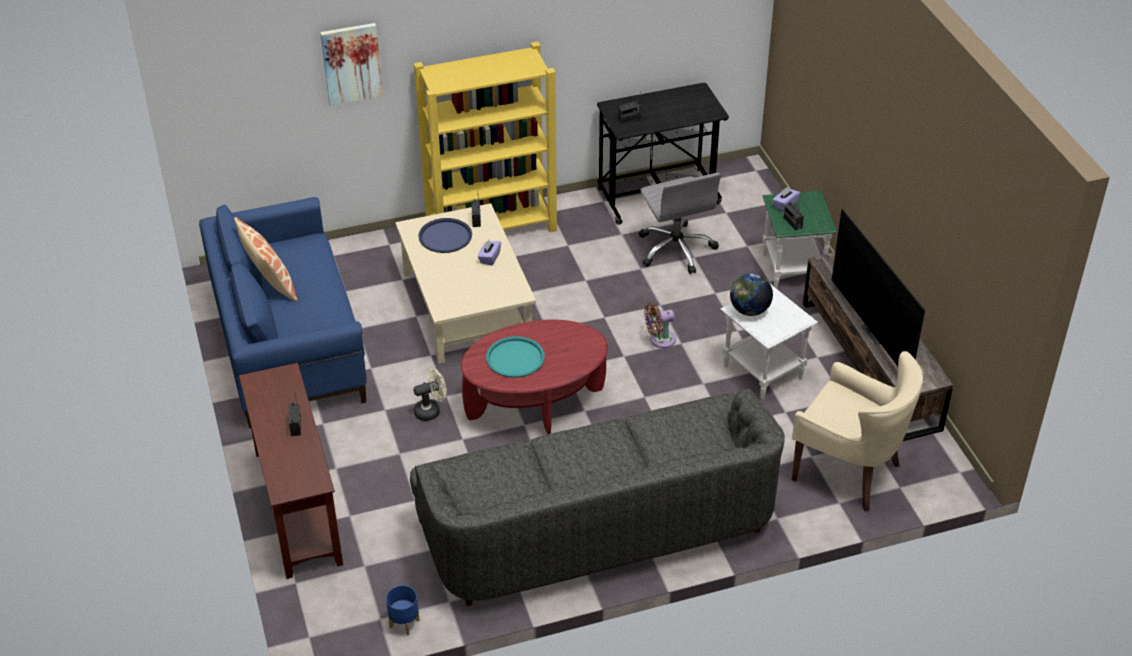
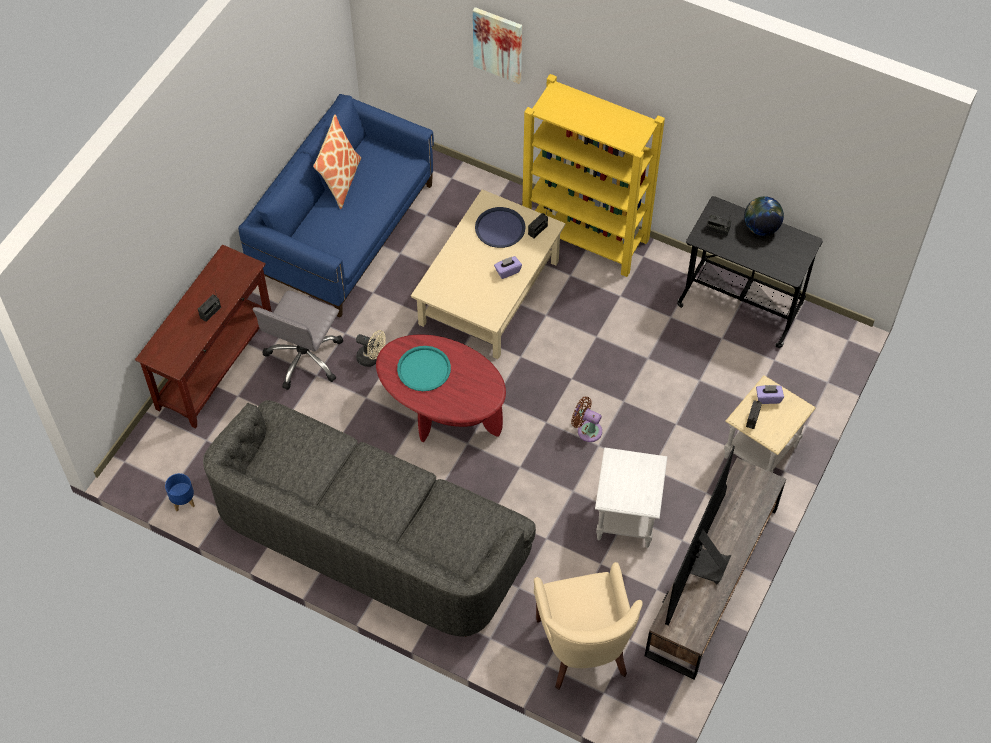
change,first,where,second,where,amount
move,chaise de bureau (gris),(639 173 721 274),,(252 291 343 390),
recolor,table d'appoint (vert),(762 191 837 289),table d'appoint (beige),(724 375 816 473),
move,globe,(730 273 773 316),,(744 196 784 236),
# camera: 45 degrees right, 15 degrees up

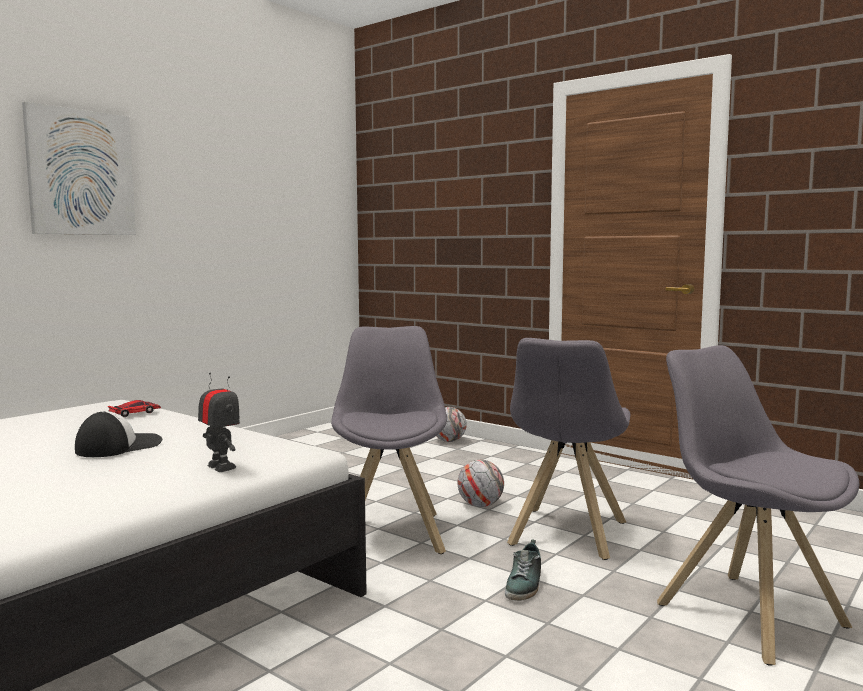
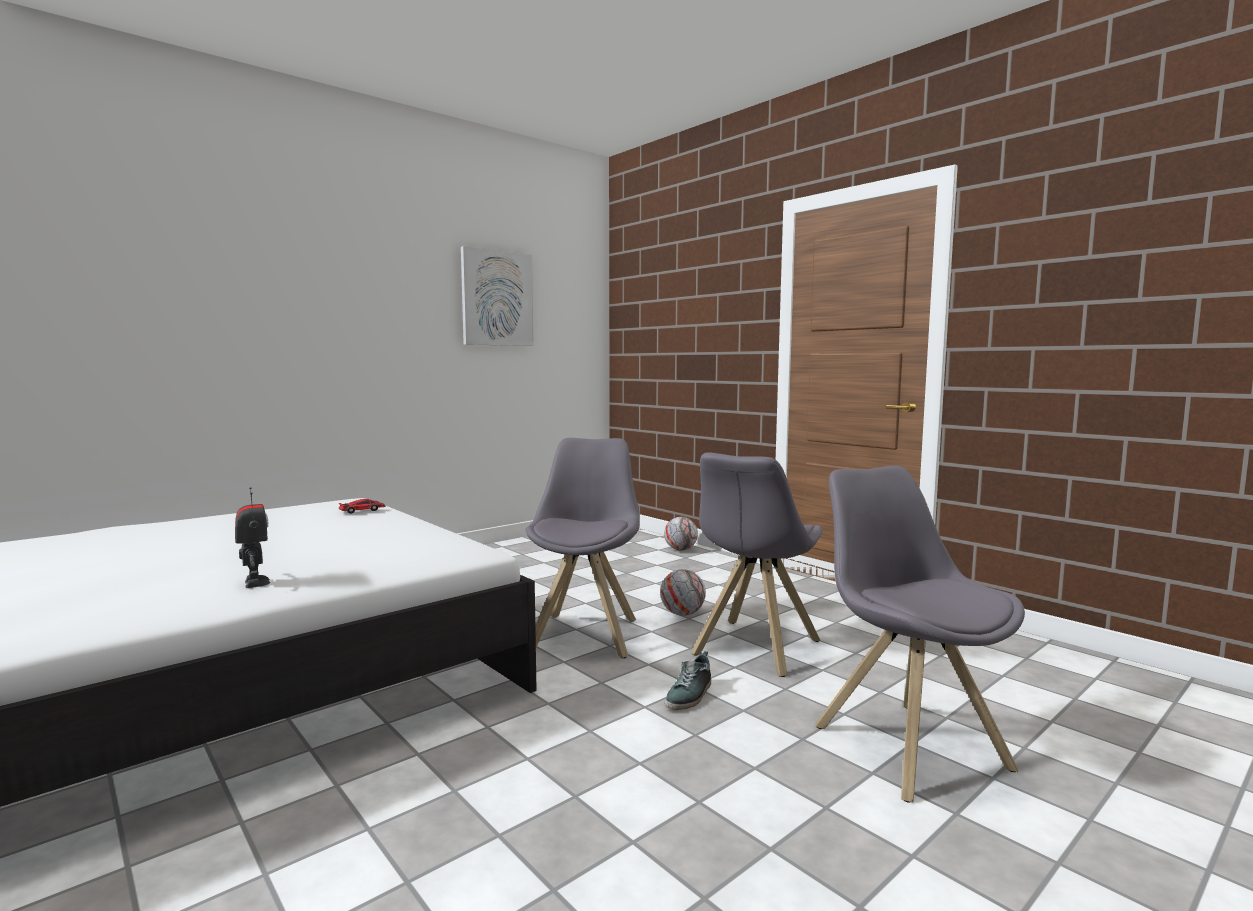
change,first,where,second,where,amount
move,tableau,(22 102 136 235),,(461 246 534 346),
move,robot jouet,(198 372 240 472),,(235 487 271 588),
delete,casquette,(75 411 162 457),,,
# camera: 10 degrees right, 0 degrees up

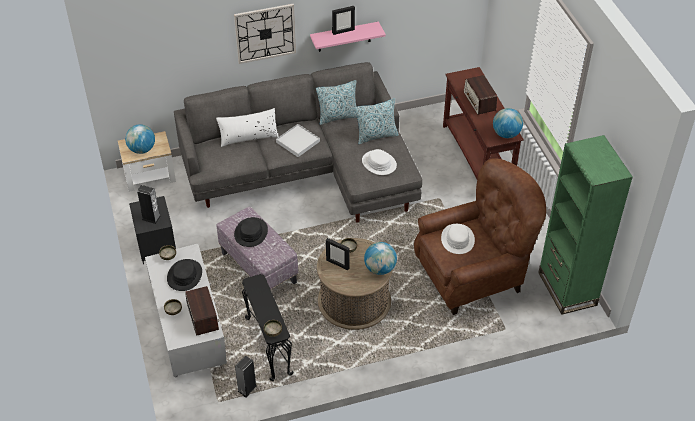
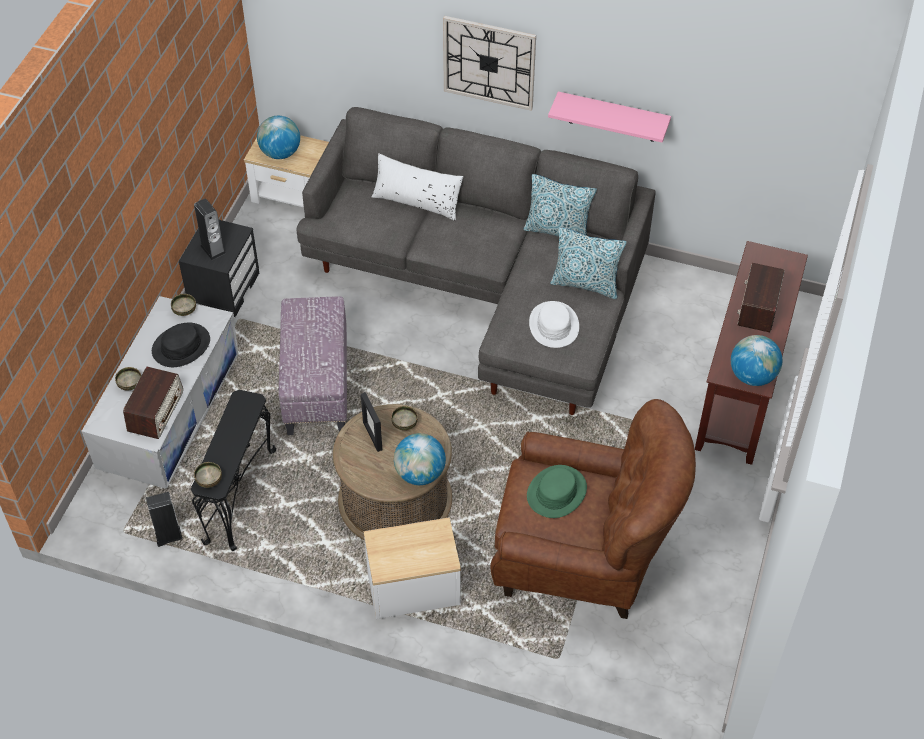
change,first,where,second,where,amount
delete,cadre photo,(332 6 355 35),,,
delete,plateau (blanc),(276 124 320 157),,,
delete,bibliothèque (vert),(538 135 633 315),,,
delete,chapeau (noir),(234 217 268 247),,,
recolor,chapeau (blanc),(441 224 475 254),chapeau (vert),(527 465 587 518),
insert,,,table d'appoint,(364 517 461 619),
# camera: 35 degrees right, 5 degrees up

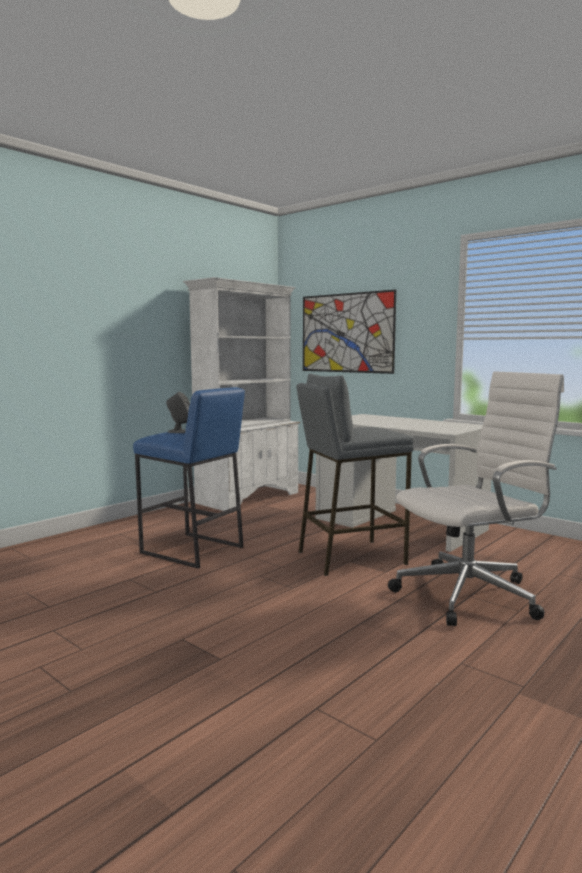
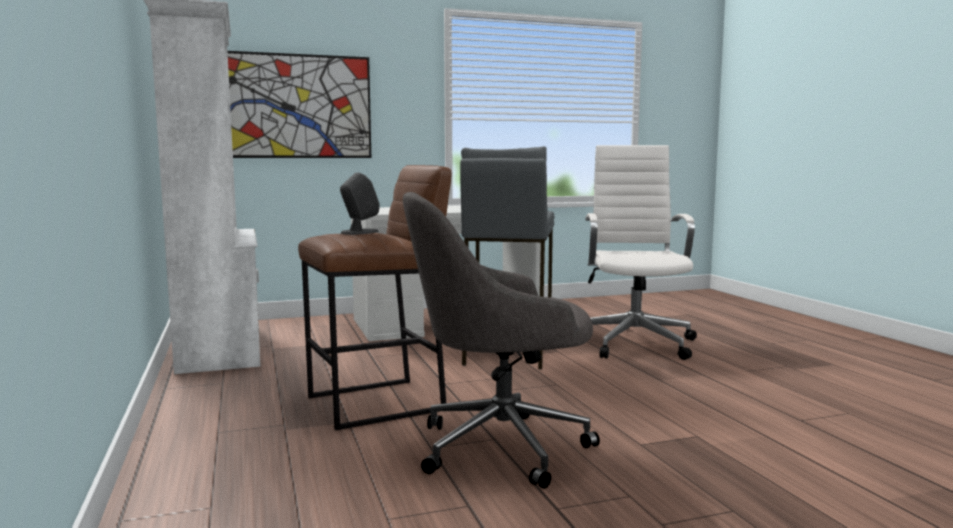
change,first,where,second,where,amount
recolor,tabouret (bleu),(133 387 245 569),tabouret (marron),(298 165 452 430),
insert,,,chaise de bureau (gris),(403 192 600 489),
# camera: 60 degrees left, 0 degrees up

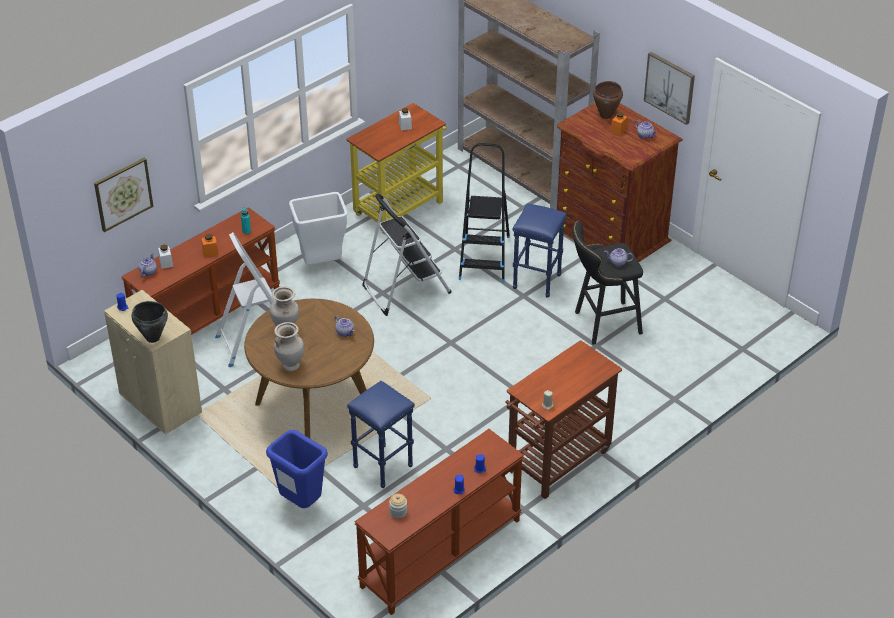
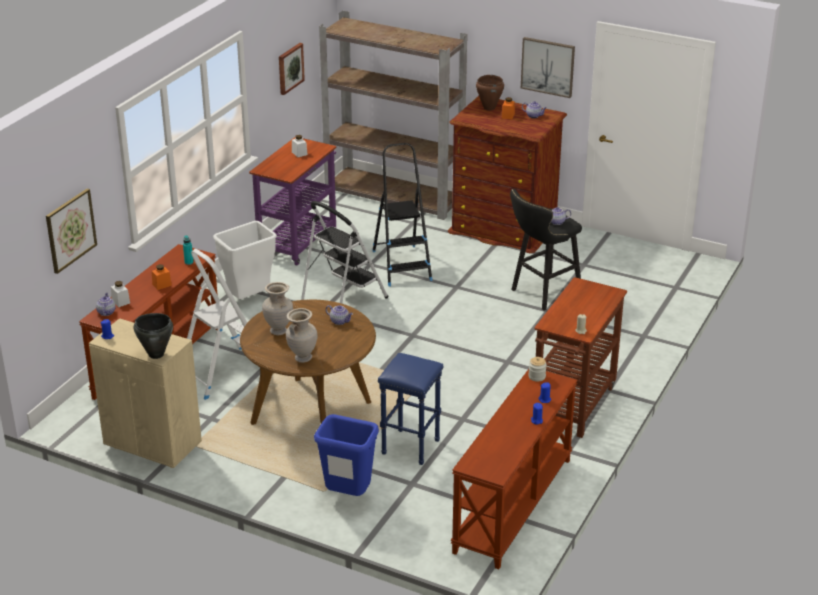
change,first,where,second,where,amount
recolor,chariot (jaune),(346 103 447 234),chariot (violet),(249 137 336 265),
delete,tabouret (bleu),(513 203 567 298),,,
move,bocal,(389 494 407 519),,(528 357 547 381),
insert,,,tableau,(279 43 305 95),
# camera: 20 degrees left, 10 degrees down

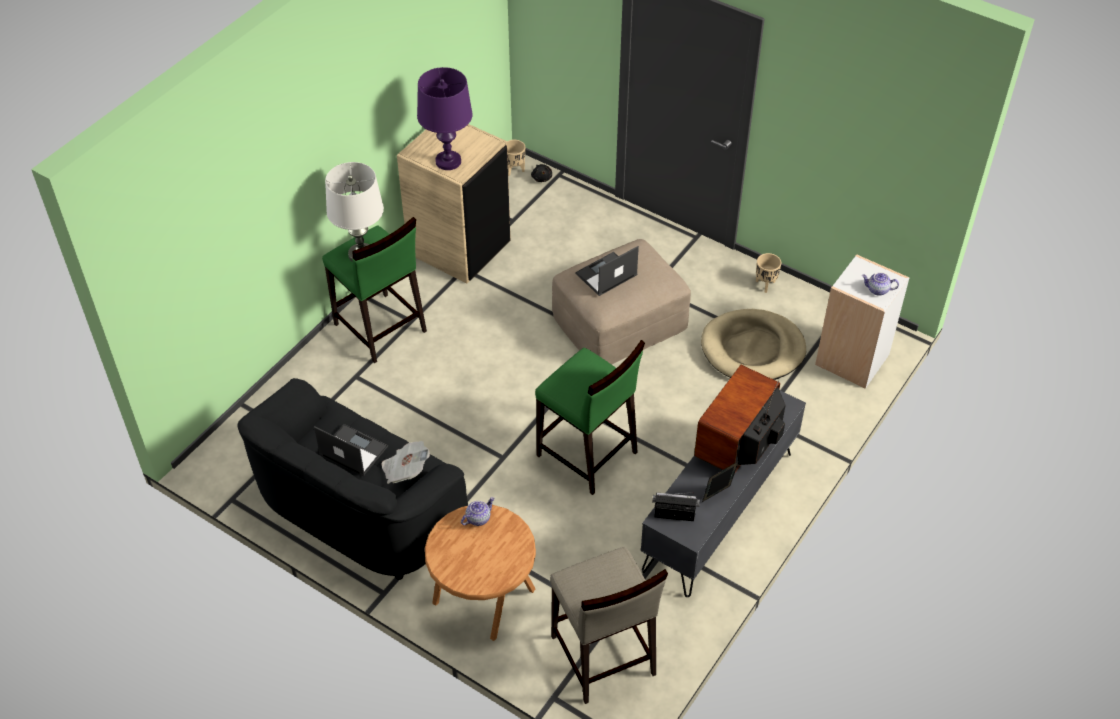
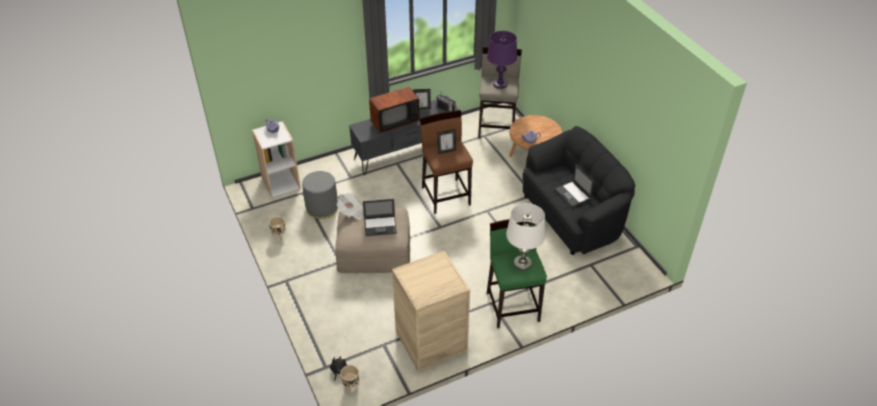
change,first,where,second,where,amount
move,lampe de table (violet),(417 67 473 170),,(487 31 517 89),
replace,panier pour chien (beige),(701 309 806 380),pouf (gris),(302 171 338 219),
recolor,tabouret (vert),(535 340 645 495),tabouret (marron),(420 110 473 214),
move,journal,(381 441 430 484),,(337 193 363 219),
insert,,,cadre photo,(437 129 456 154),
# camera: 150 degrees left, 5 degrees down

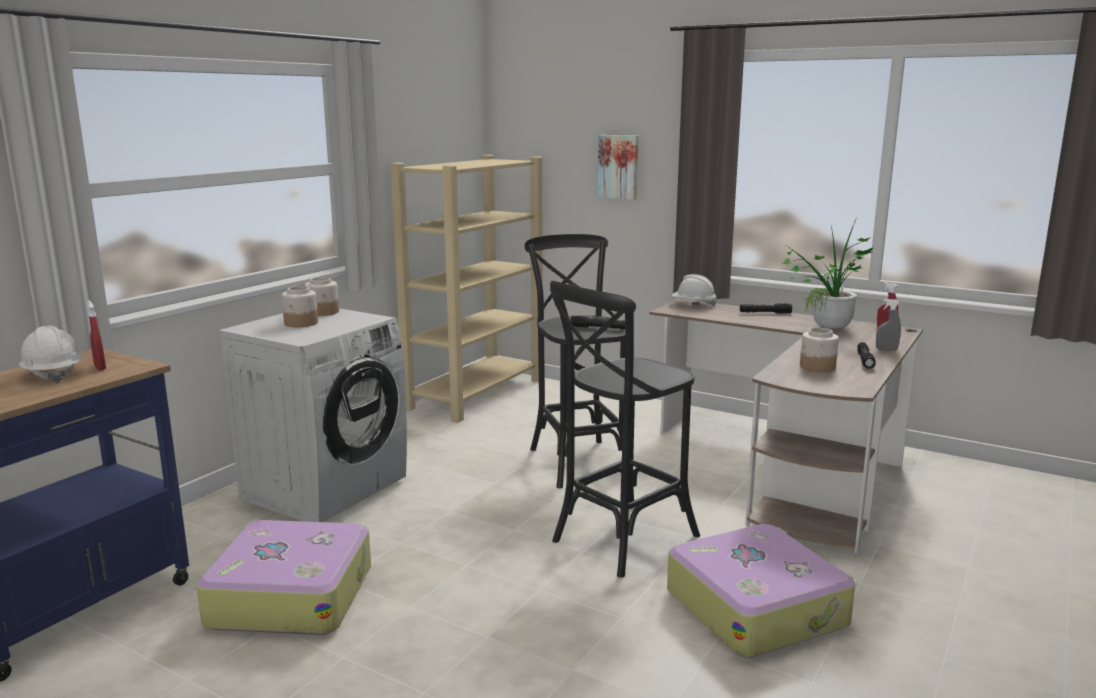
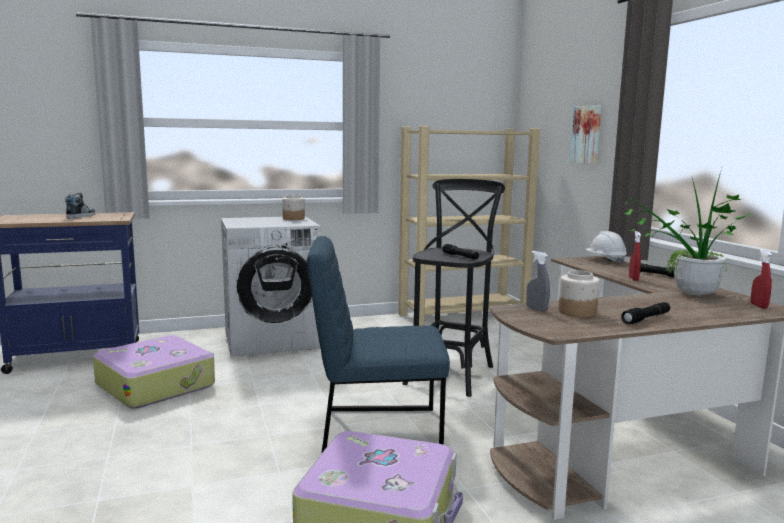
change,first,where,second,where,amount
replace,tabouret (noir),(550 281 700 578),chaise (bleu),(307 236 450 452),
delete,bocal,(282 286 318 327),,,
move,vaporisateur (gris),(876 299 901 351),,(526 251 550 312),
move,vaporisateur (rouge),(87 301 106 370),,(629 231 641 281),
replace,casque de chantier (blanc),(19 326 83 383),chaussure,(65 193 95 219),
# camera: 40 degrees right, 5 degrees down

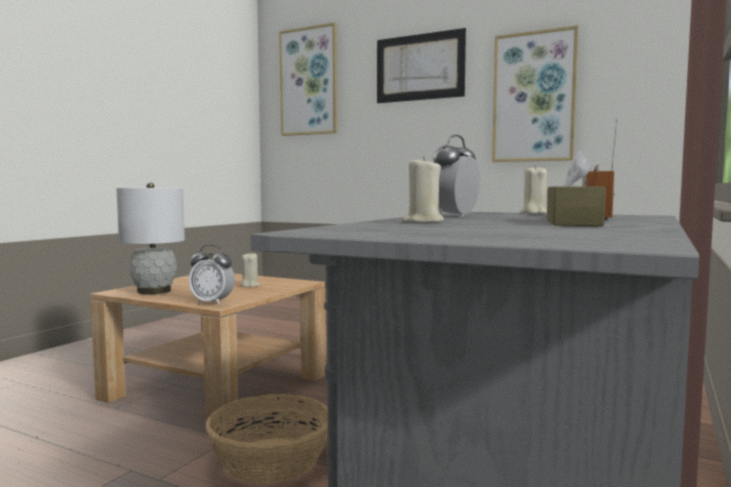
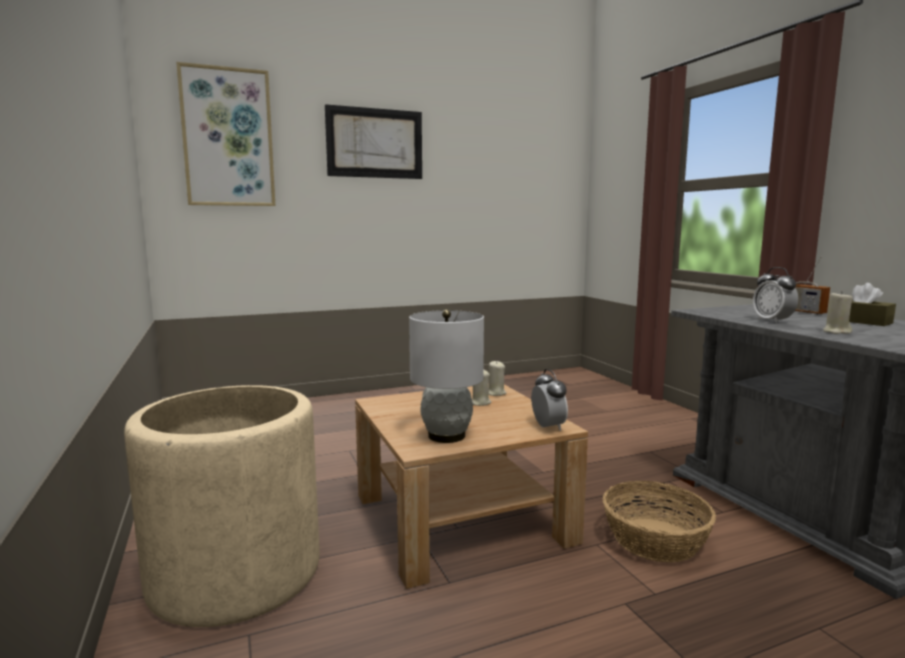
change,first,where,second,where,amount
delete,tableau,(492 25 579 162),,,
move,bougie (beige),(520 165 547 214),,(489 361 507 396),
rotate,réveil,(189 245 235 305),,(531 369 568 431),75 degrees counterclockwise
insert,,,cache-pot (beige),(124 385 320 627),
# camera: 50 degrees left, 5 degrees up

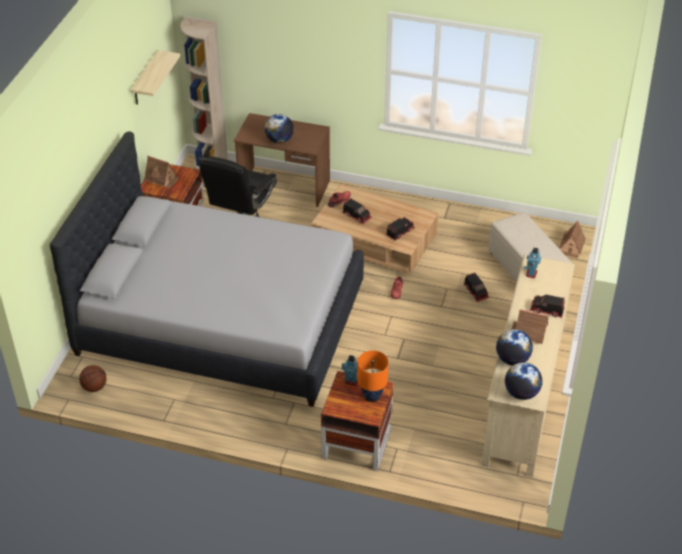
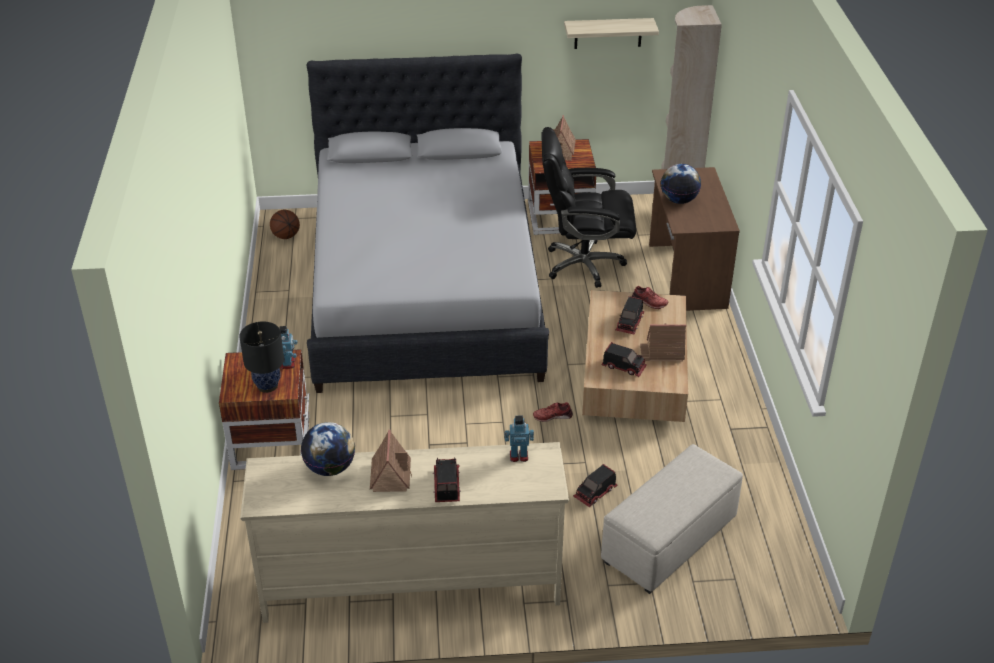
change,first,where,second,where,amount
move,maison miniature,(559 220 585 258),,(640 323 686 362),
recolor,lampe de table (orange),(357 351 389 402),lampe de table (noir),(239 321 284 393),
delete,globe,(505 362 542 400),,,
# camera: 70 degrees right, 5 degrees down

